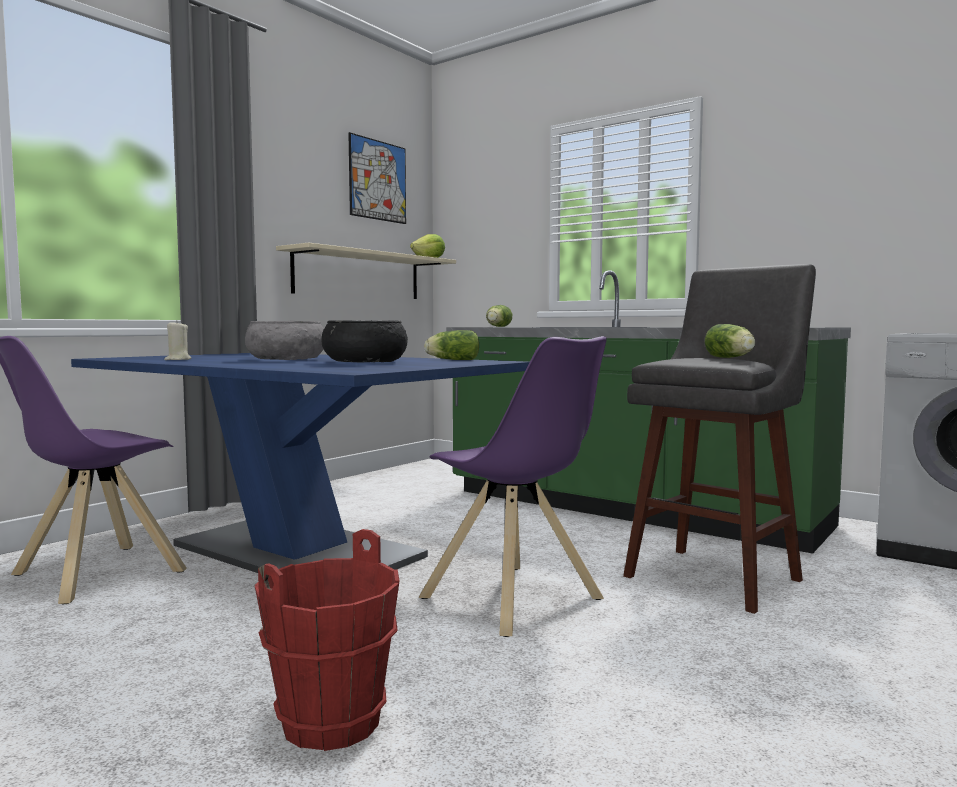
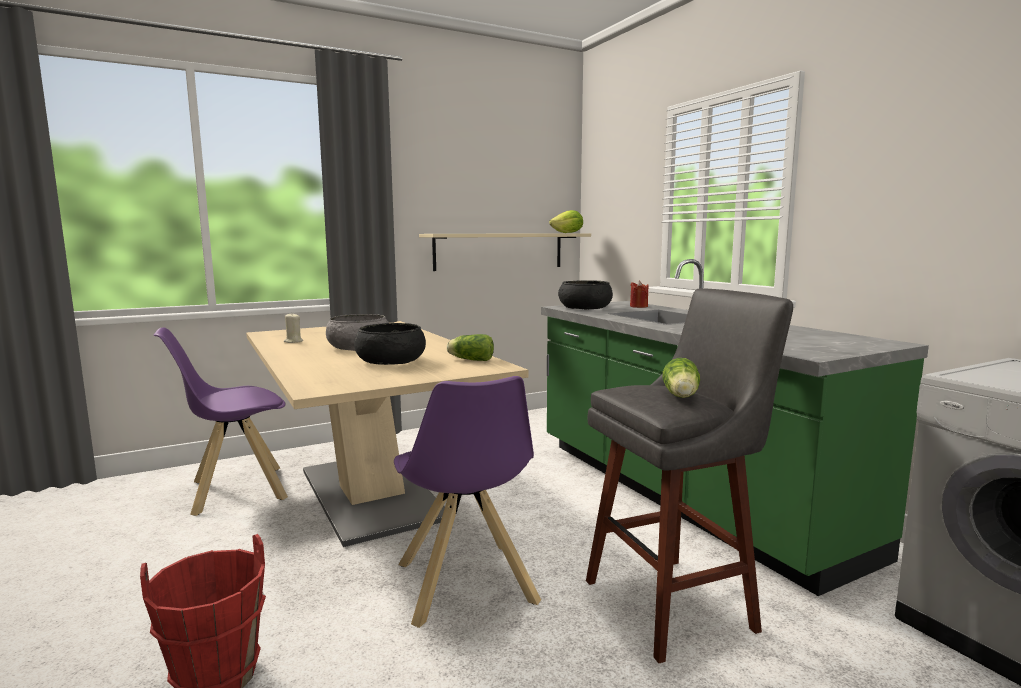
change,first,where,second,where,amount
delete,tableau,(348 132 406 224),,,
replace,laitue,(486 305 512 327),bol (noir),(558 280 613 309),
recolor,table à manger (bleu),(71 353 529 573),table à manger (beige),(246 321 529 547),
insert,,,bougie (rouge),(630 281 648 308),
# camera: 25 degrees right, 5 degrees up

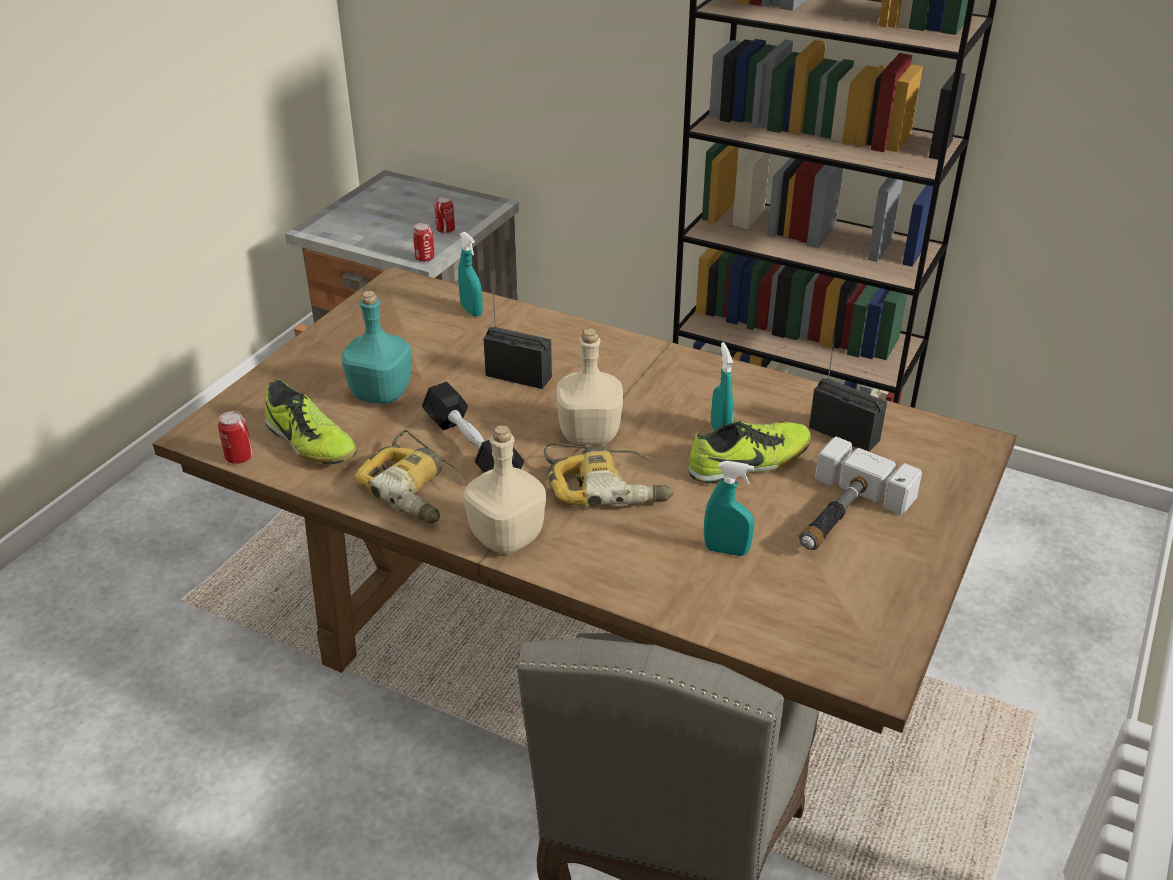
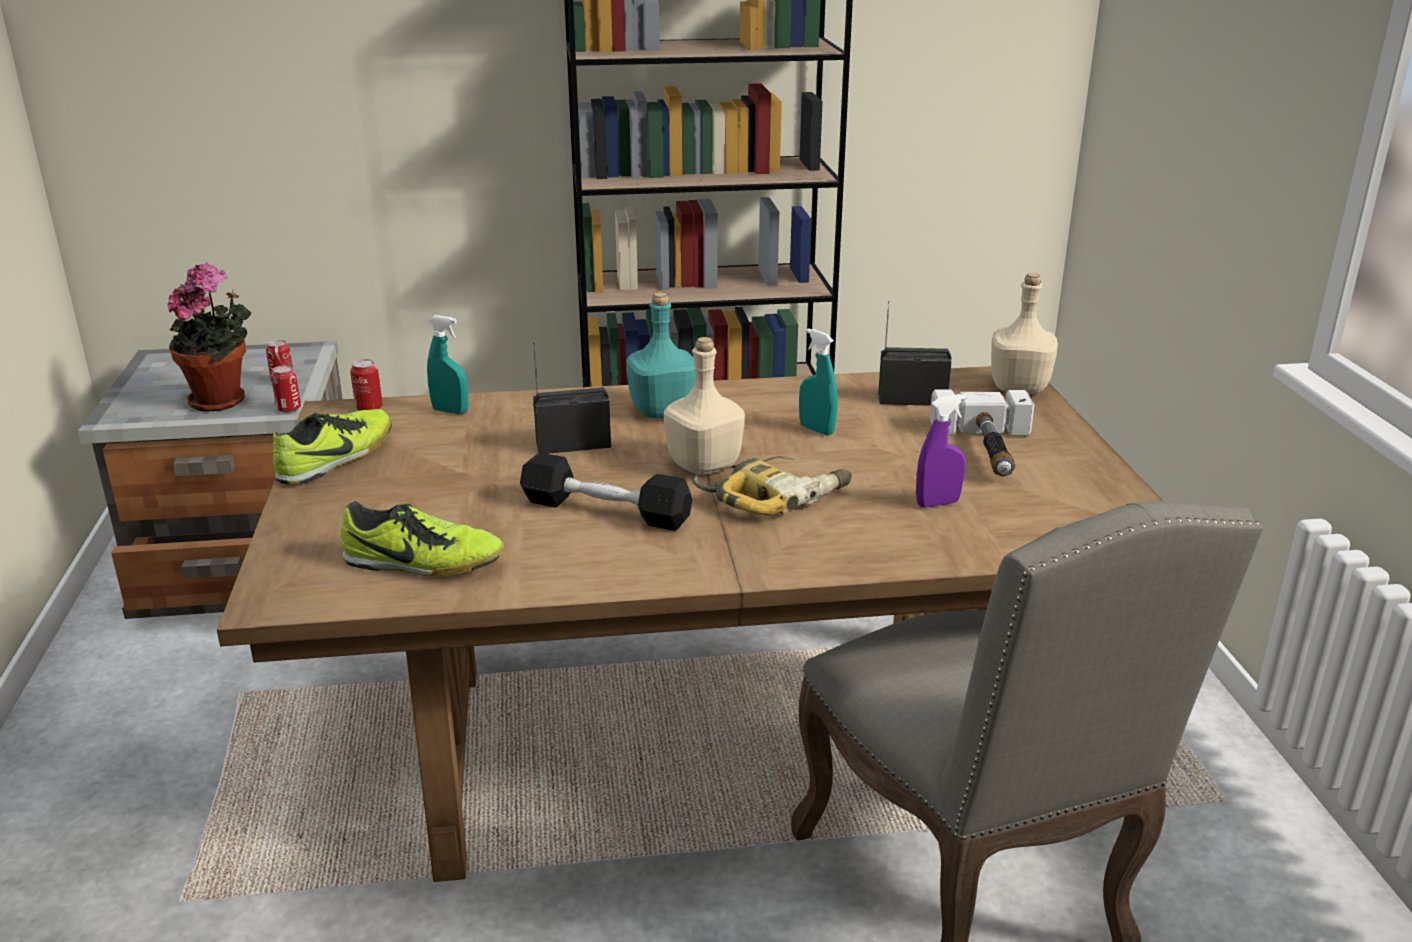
change,first,where,second,where,amount
move,bouteille (turquoise),(341 291 411 404),,(626 292 696 418),
move,boîte métallique,(218 411 253 464),,(350 359 383 411),
move,chaussure,(688 421 811 484),,(273 409 392 485),
move,bouteille (beige),(464 425 546 554),,(991 273 1058 394),
delete,perceuse,(355 430 465 524),,,
recolor,vaporisateur (turquoise),(704 461 754 556),vaporisateur (violet),(916 394 967 508),
insert,,,plante en pot,(167 262 251 411),
# camera: 35 degrees left, 10 degrees down

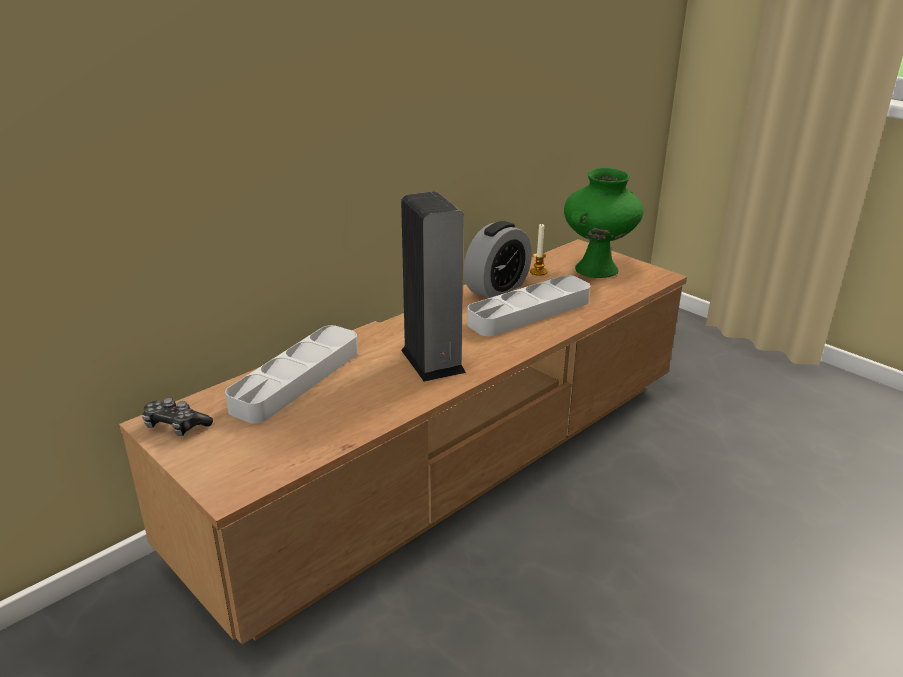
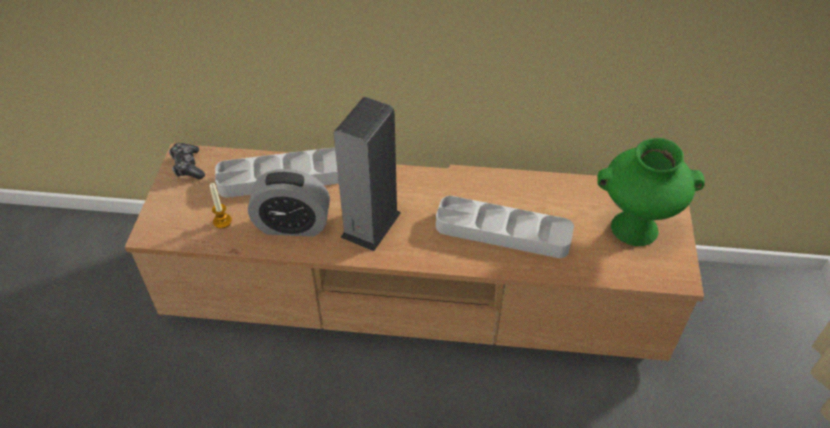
change,first,where,second,where,amount
move,réveil,(464 221 532 298),,(248 169 330 237),
move,bougie,(530 224 547 276),,(210 183 232 229),
# camera: 50 degrees right, 20 degrees up

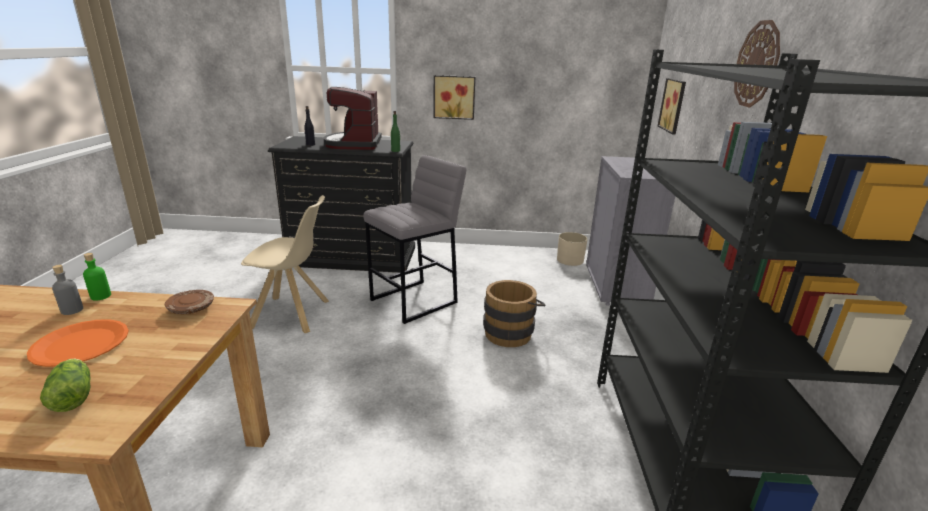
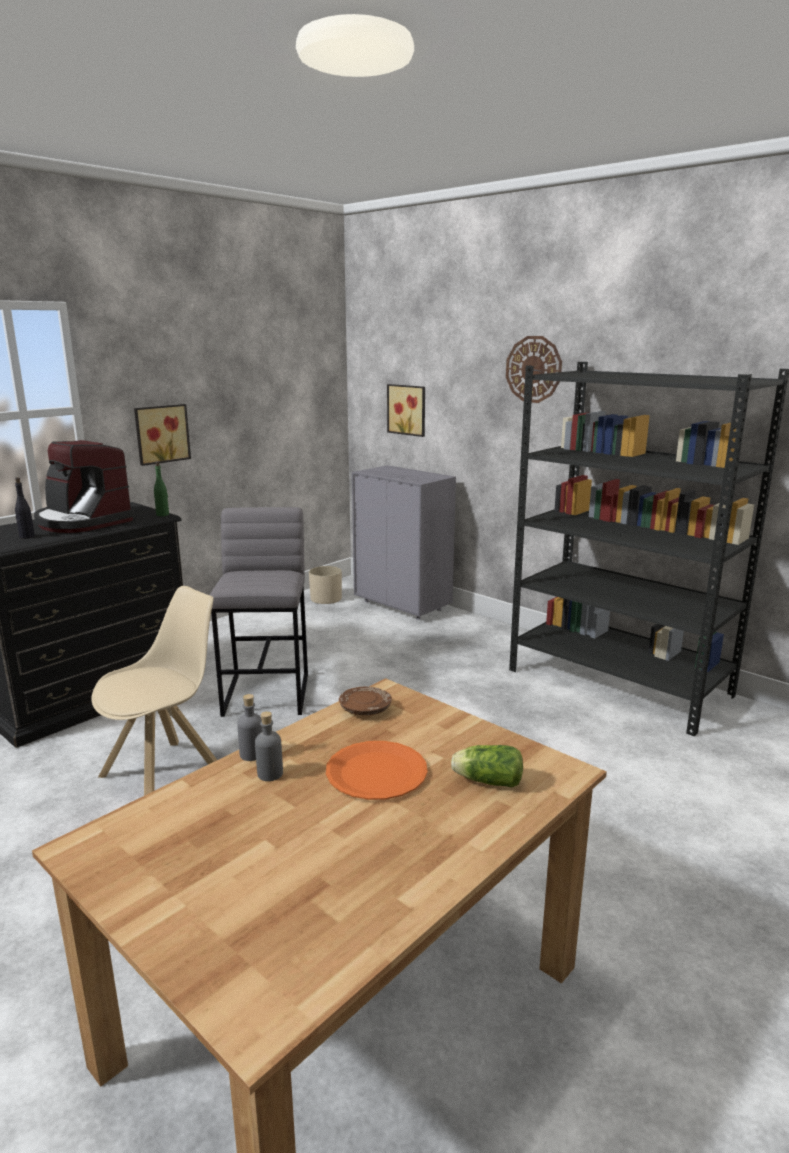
change,first,where,second,where,amount
recolor,bouteille (vert),(83 253 111 301),bouteille (gris),(237 694 263 761),
delete,seau (marron),(483 280 545 347),,,
# camera: 50 degrees left, 5 degrees down

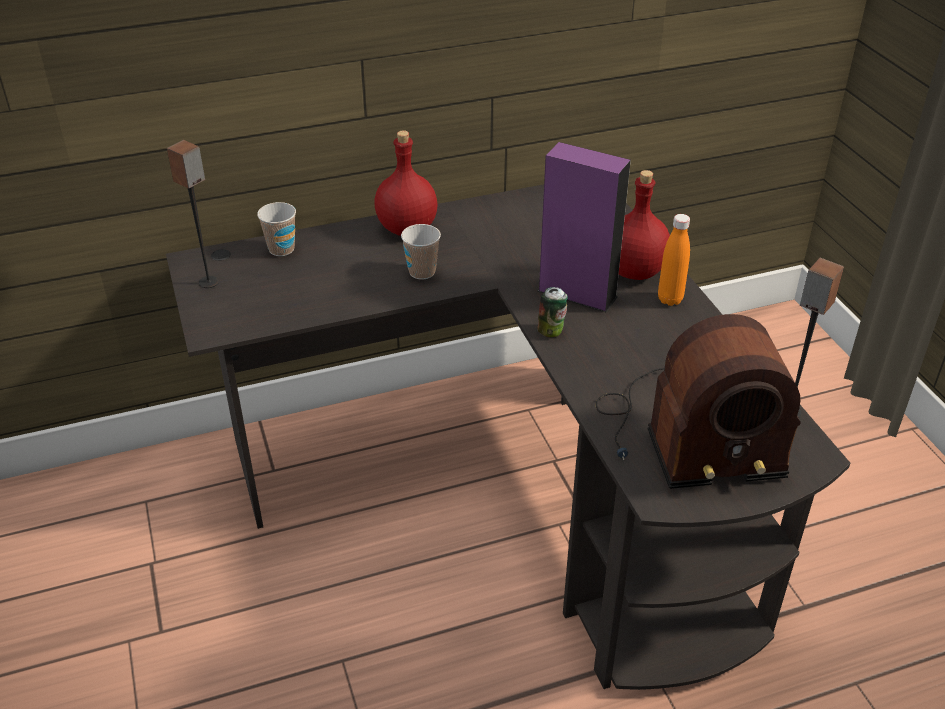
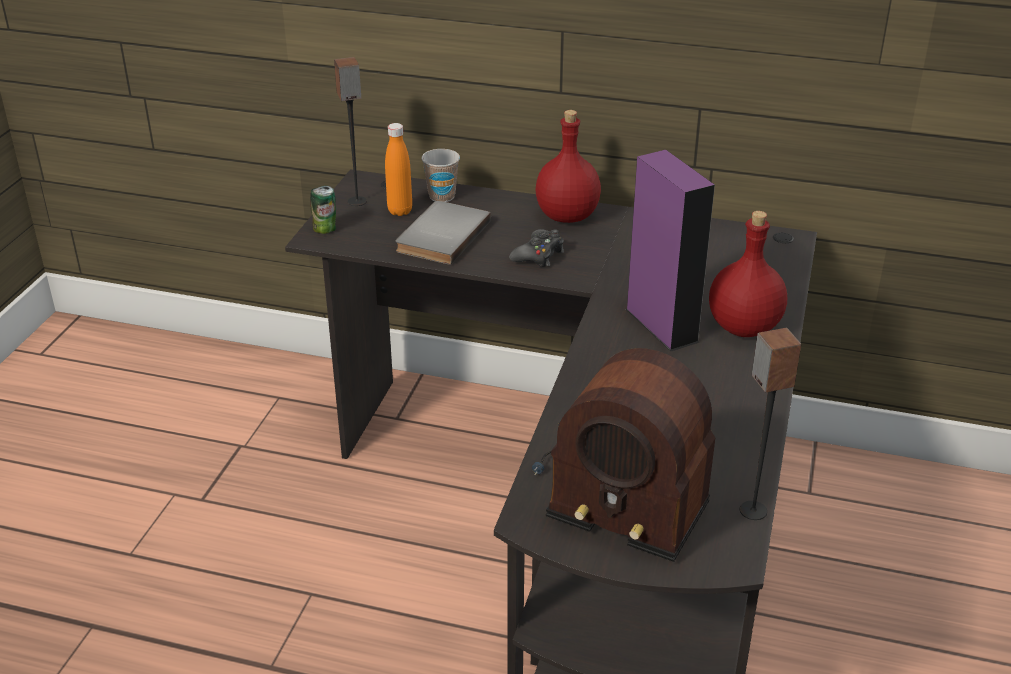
change,first,where,second,where,amount
move,bouteille (orange),(658 214 690 306),,(385 123 412 216),
replace,tasse,(401 224 441 279),manette (noir),(509 229 564 267),
move,boîte métallique,(537 287 568 337),,(310 186 336 234),
insert,,,livre (gris),(396 201 491 265),
# camera: 35 degrees right, 5 degrees down

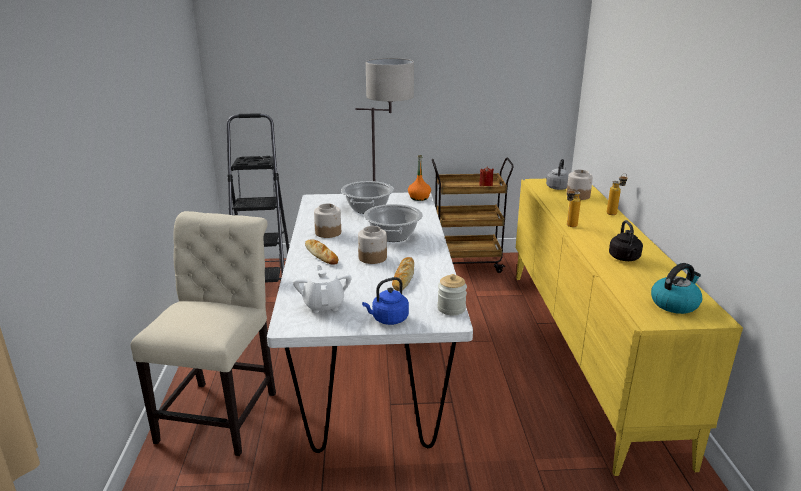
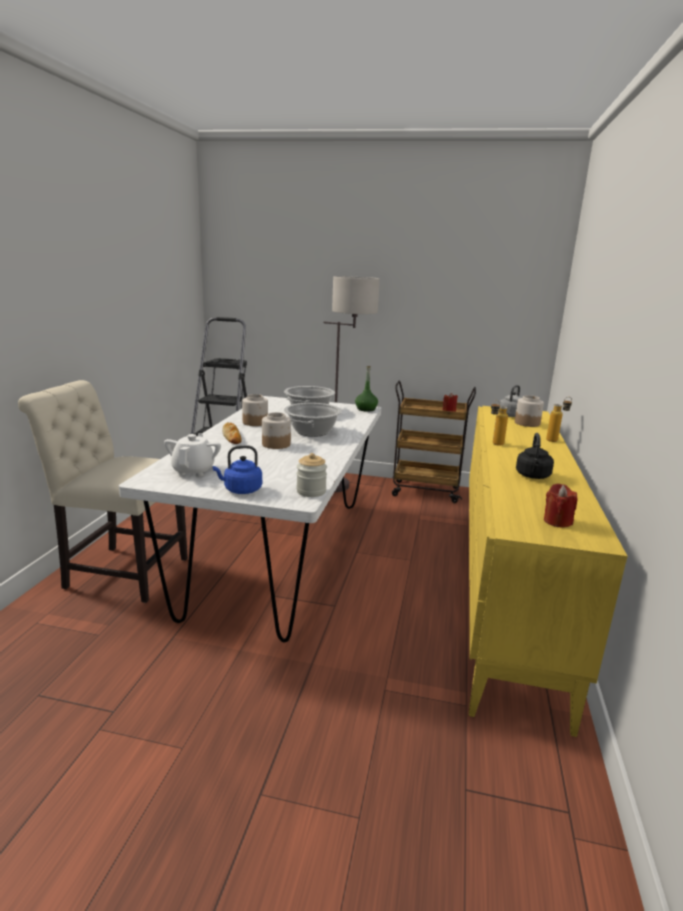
change,first,where,second,where,amount
recolor,bouteille (orange),(408 155 431 201),bouteille (vert),(355 366 378 412),
rotate,chaise (beige),(130 211 276 456),,(18 380 188 603),105 degrees counterclockwise
delete,pain,(392 257 414 291),,,
replace,bouilloire,(651 263 702 314),bougie (rouge),(544 483 578 527),
# camera: 15 degrees right, 5 degrees down

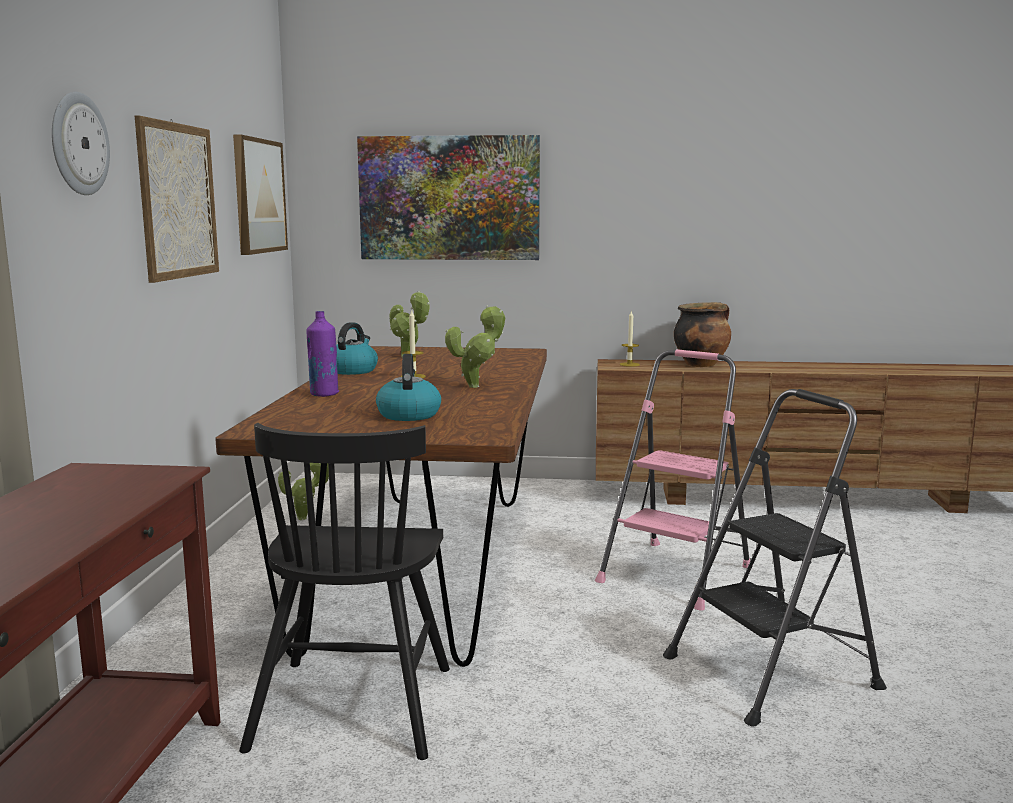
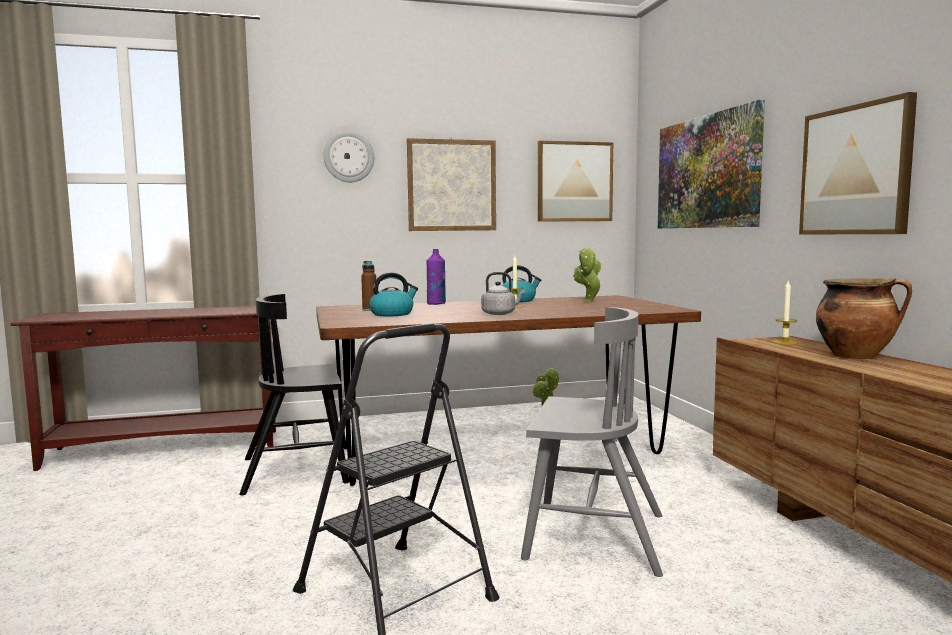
change,first,where,second,where,amount
replace,plante en pot,(445 305 505 388),bouilloire (gris),(481 272 525 315),
replace,escabeau (rose),(595 349 753 611),chaise (gris),(521 307 663 577),
insert,,,tableau,(799 92 917 234),
insert,,,bouteille (marron),(361 261 376 311),
# camera: 70 degrees right, 5 degrees down

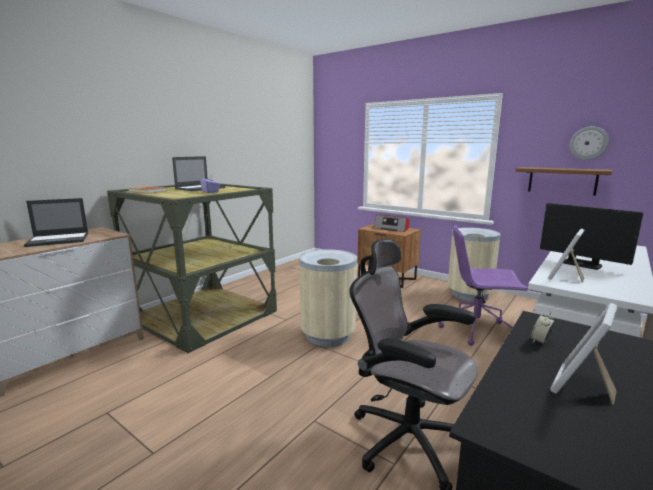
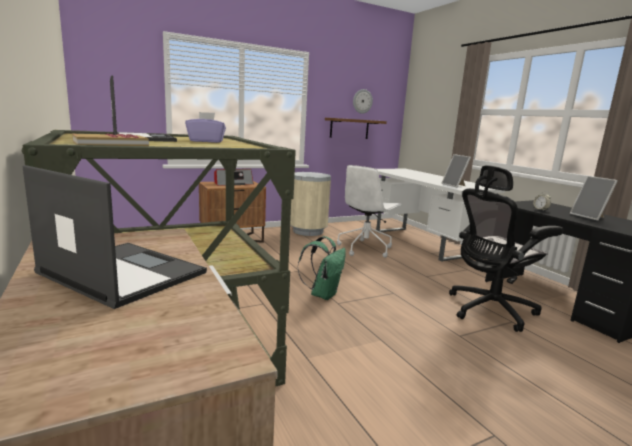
change,first,where,second,where,amount
rotate,ordinateur portable,(24 198 88 247),,(22 165 207 309),60 degrees counterclockwise
delete,écran d'ordinateur,(540 203 643 270),,,
recolor,chaise de bureau (violet),(438 225 529 346),chaise de bureau (blanc),(337 165 401 258),
replace,poubelle (beige),(299 249 357 347),sac à dos (vert),(297 236 346 300),
# camera: 65 degrees left, 0 degrees up

